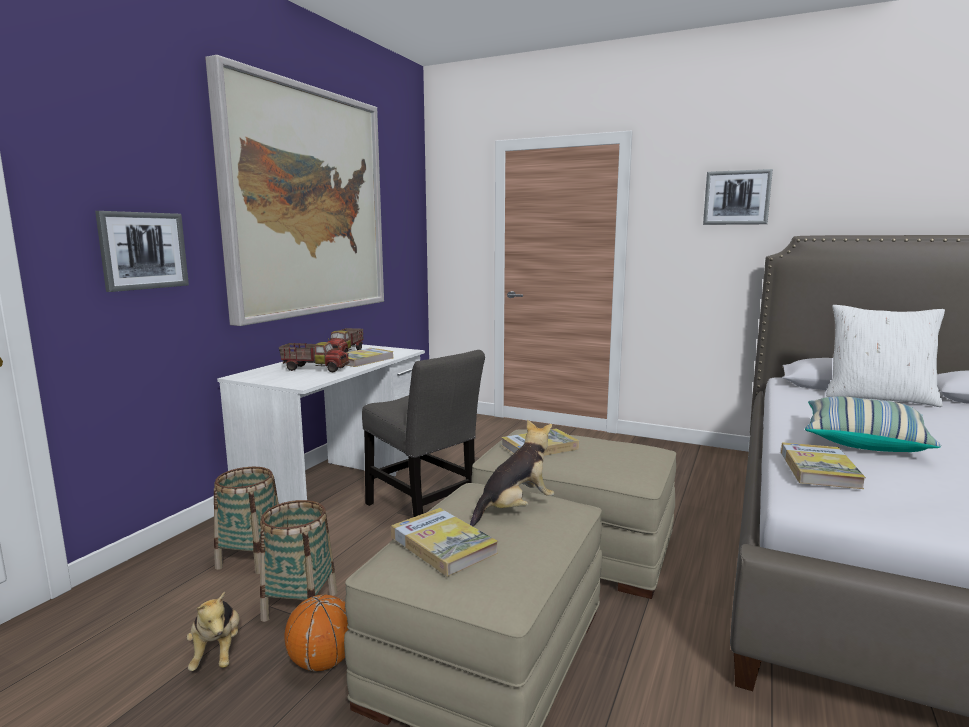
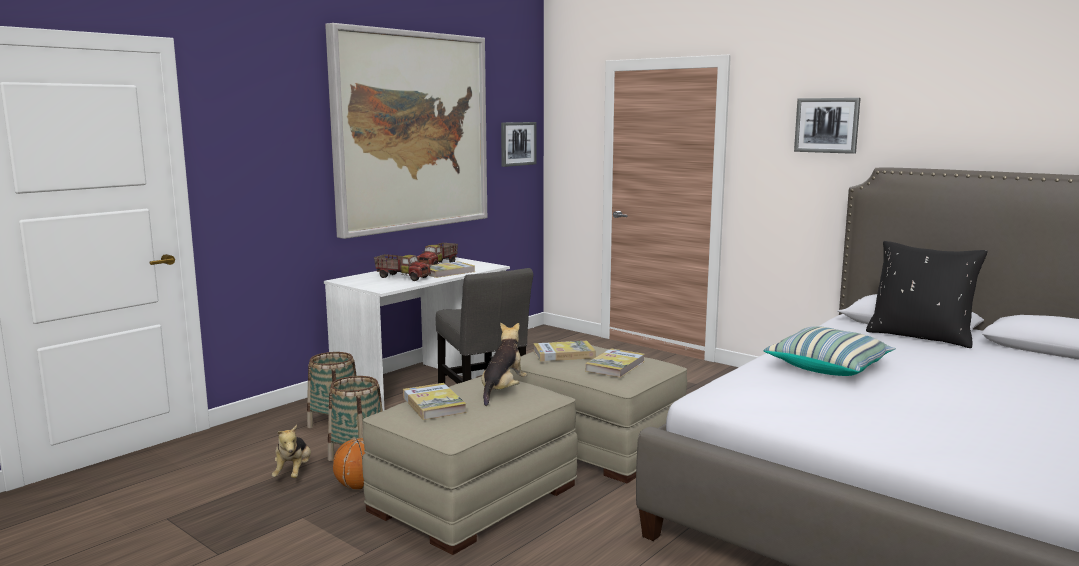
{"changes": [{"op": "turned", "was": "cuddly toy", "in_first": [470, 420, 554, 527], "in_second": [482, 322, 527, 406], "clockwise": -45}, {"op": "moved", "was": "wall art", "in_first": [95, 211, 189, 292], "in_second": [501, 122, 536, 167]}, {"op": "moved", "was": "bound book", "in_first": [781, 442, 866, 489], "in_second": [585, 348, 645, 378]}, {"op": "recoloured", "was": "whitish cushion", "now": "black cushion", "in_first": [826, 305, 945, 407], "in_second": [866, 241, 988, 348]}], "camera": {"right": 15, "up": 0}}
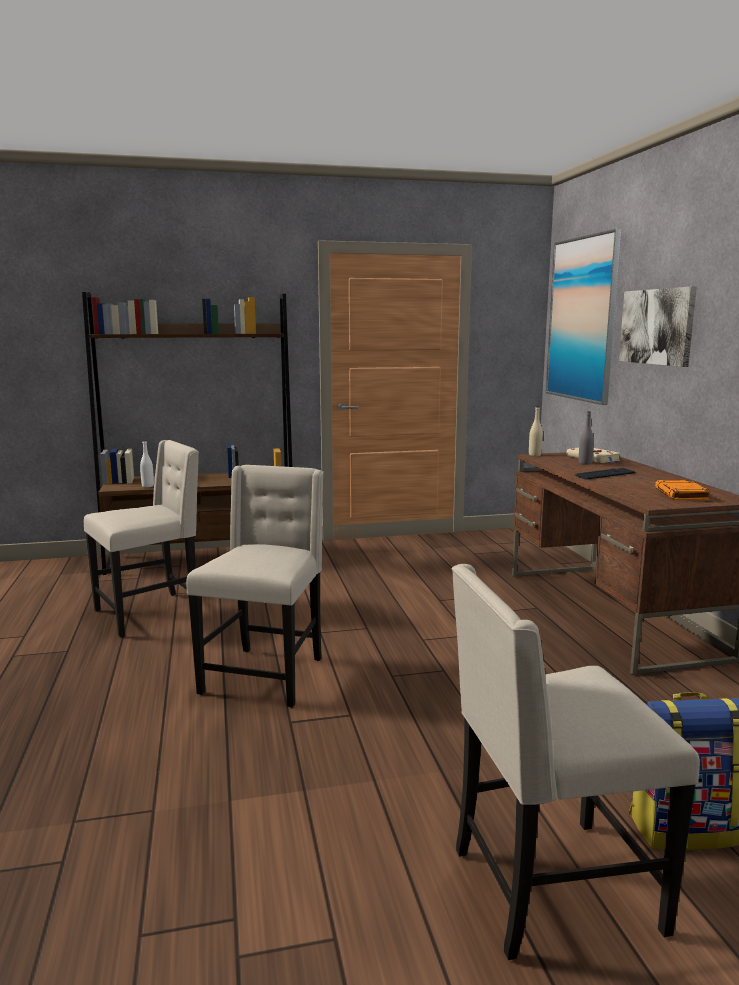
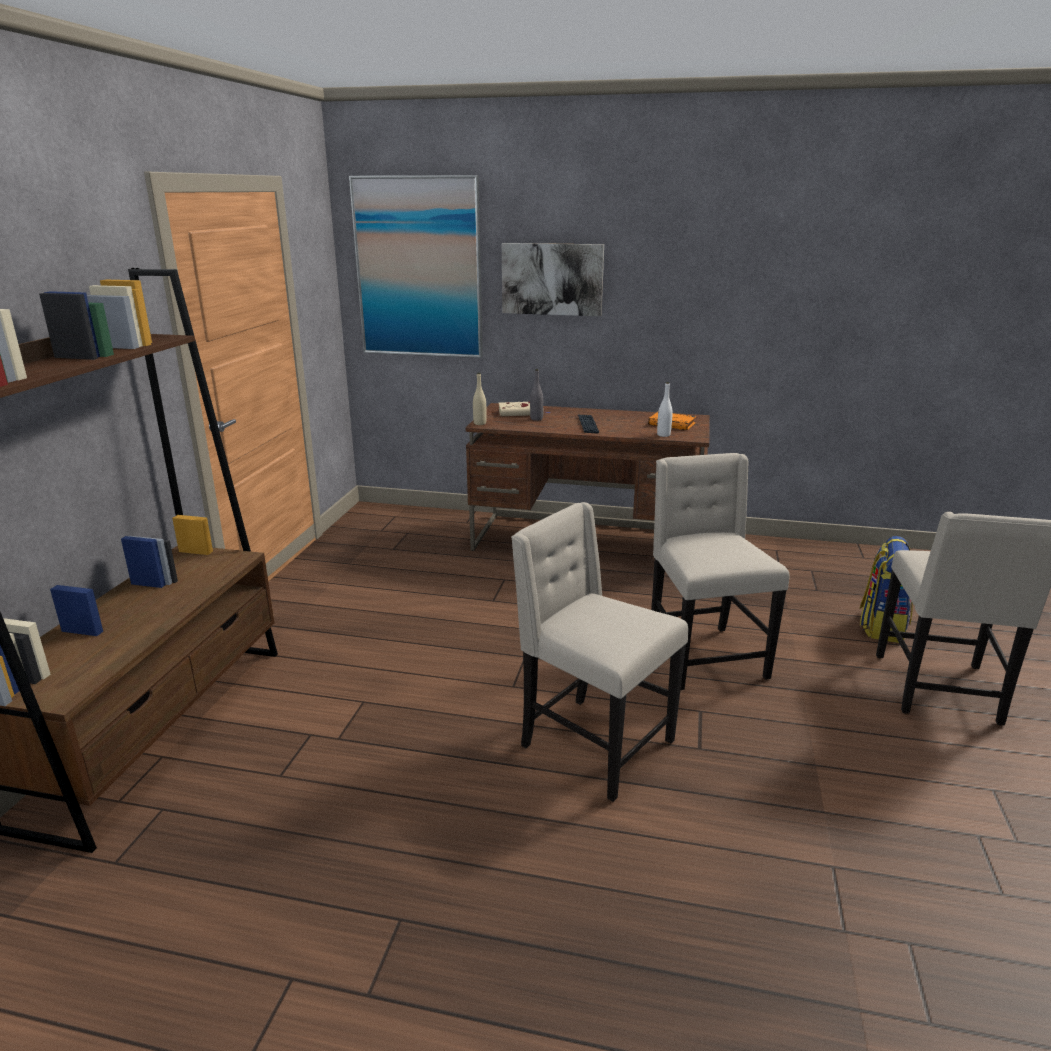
{"changes": [{"op": "moved", "was": "beige-coloured chair", "in_first": [84, 440, 199, 637], "in_second": [651, 453, 790, 690]}, {"op": "moved", "was": "whitish drink bottle", "in_first": [140, 440, 154, 487], "in_second": [657, 382, 673, 437]}], "camera": {"right": -65, "up": 10}}
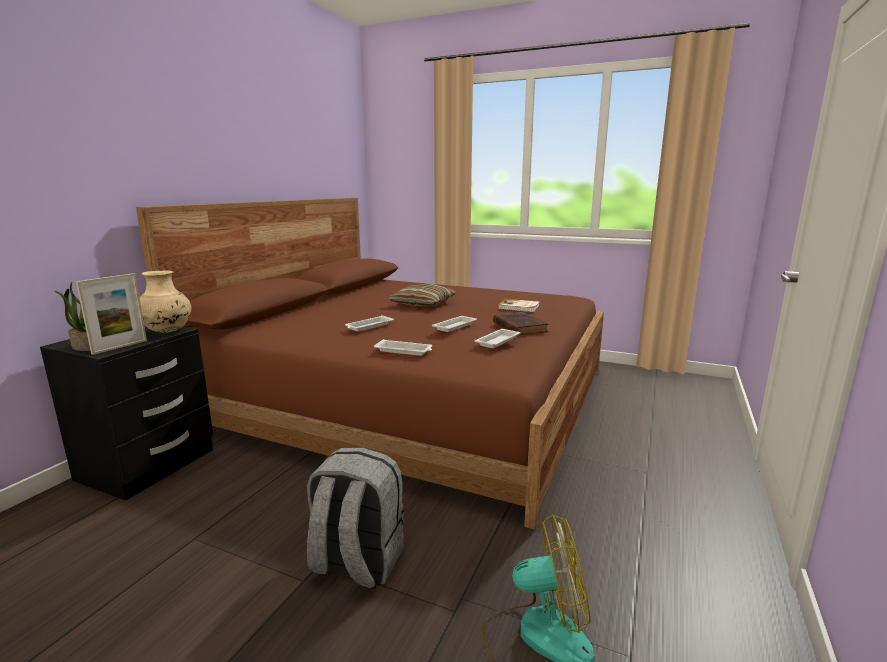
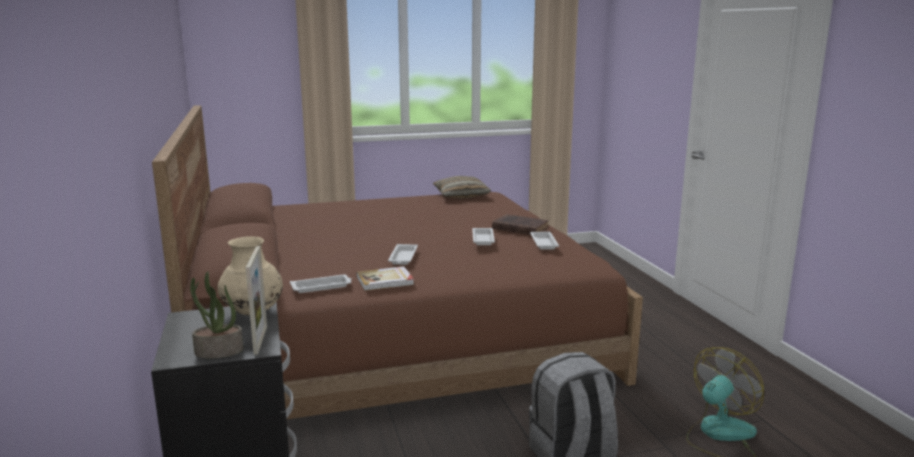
{"changes": [{"op": "moved", "was": "whitish tray", "in_first": [374, 339, 432, 356], "in_second": [290, 274, 352, 293]}, {"op": "moved", "was": "bound book", "in_first": [498, 299, 540, 312], "in_second": [356, 266, 414, 291]}, {"op": "moved", "was": "cushion", "in_first": [388, 284, 456, 307], "in_second": [432, 176, 491, 199]}], "camera": {"right": -40, "up": 0}}
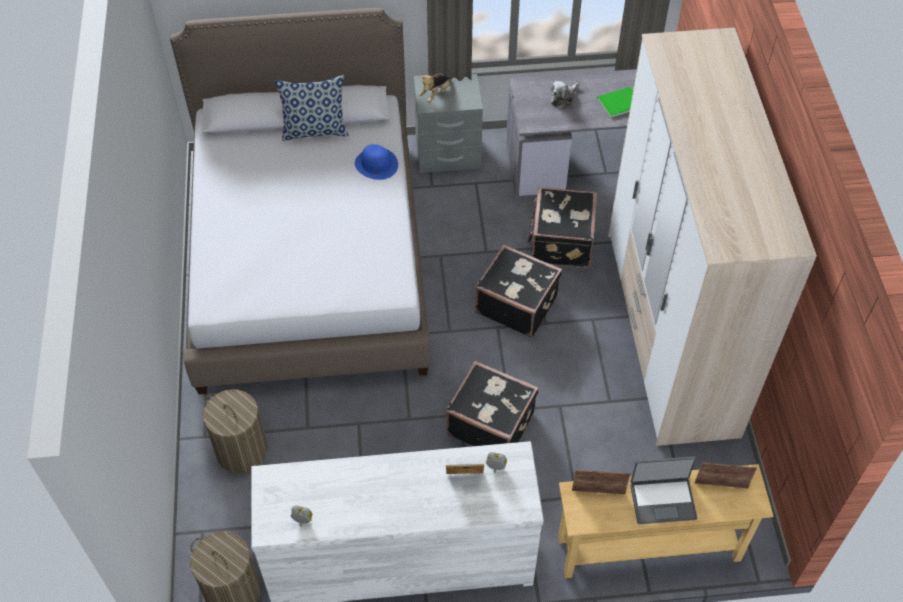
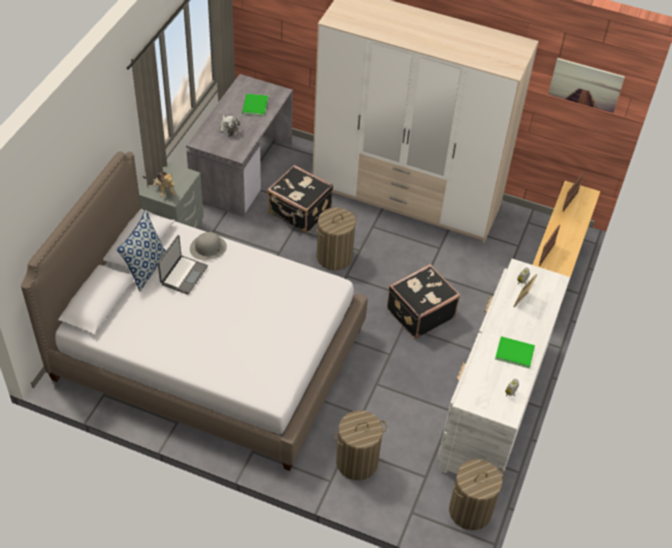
{"changes": [{"op": "moved", "was": "portable computer", "in_first": [630, 457, 697, 524], "in_second": [158, 235, 208, 295]}, {"op": "recoloured", "was": "blue wearable hat", "now": "gray wearable hat", "in_first": [355, 144, 398, 180], "in_second": [190, 232, 227, 260]}, {"op": "replaced", "was": "black travel case", "now": "laundry basket", "in_first": [475, 244, 562, 337], "in_second": [316, 207, 358, 270]}, {"op": "added", "now": "greenish bound book", "in_second": [495, 336, 535, 369]}, {"op": "added", "now": "wall art", "in_second": [548, 58, 625, 113]}], "camera": {"right": -65, "up": -5}}
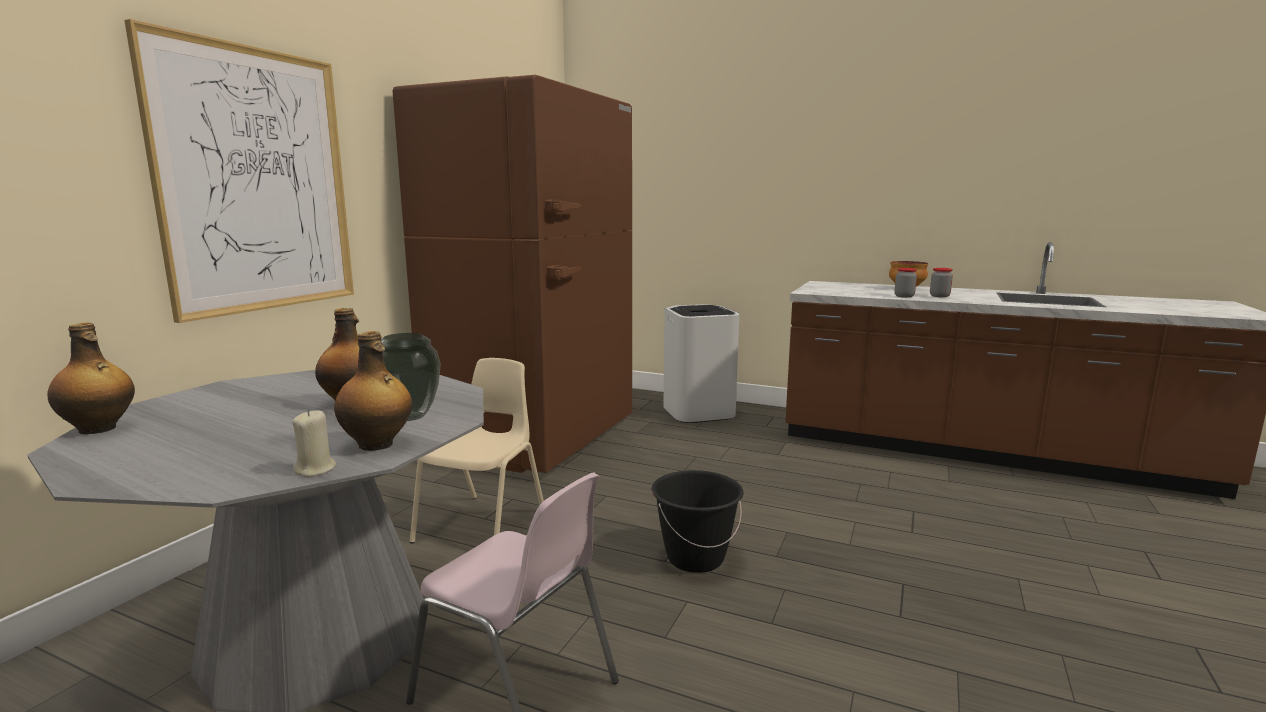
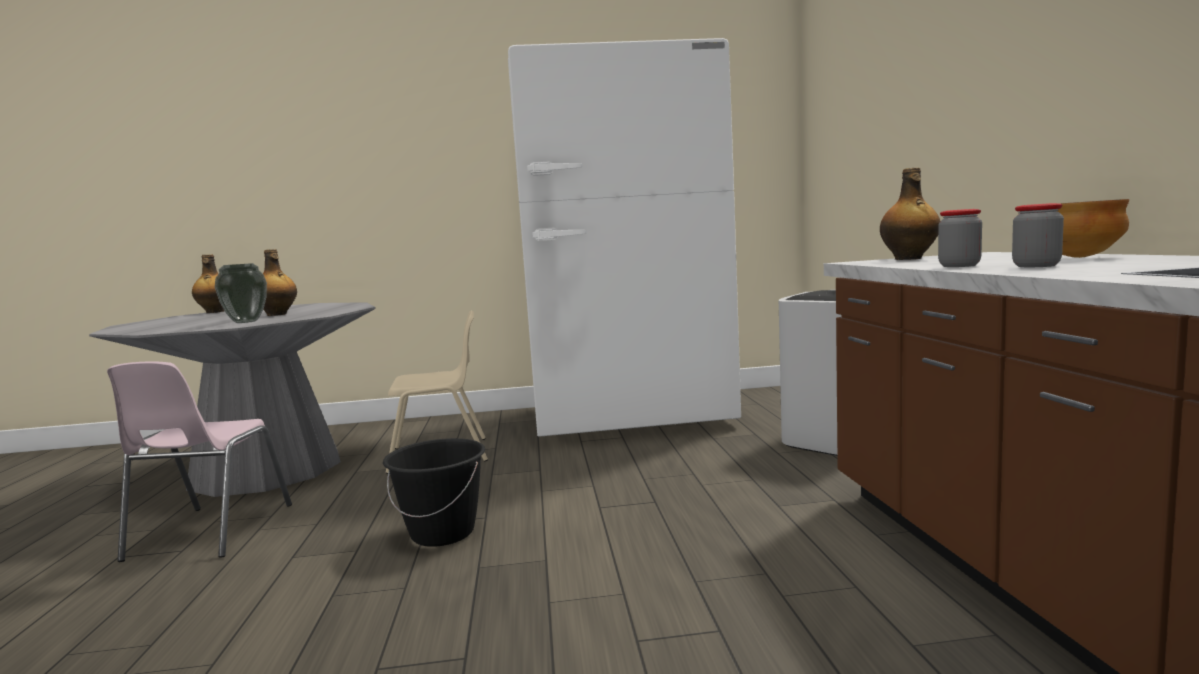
{"changes": [{"op": "recoloured", "was": "brown refrigerator", "now": "whitish refrigerator", "in_first": [393, 75, 632, 473], "in_second": [508, 38, 741, 437]}, {"op": "moved", "was": "drink bottle", "in_first": [334, 331, 412, 451], "in_second": [880, 168, 940, 260]}, {"op": "removed", "was": "wall art", "in_first": [124, 19, 354, 323]}, {"op": "removed", "was": "beige-coloured wax light", "in_first": [292, 410, 336, 477]}], "camera": {"right": 60, "up": -5}}
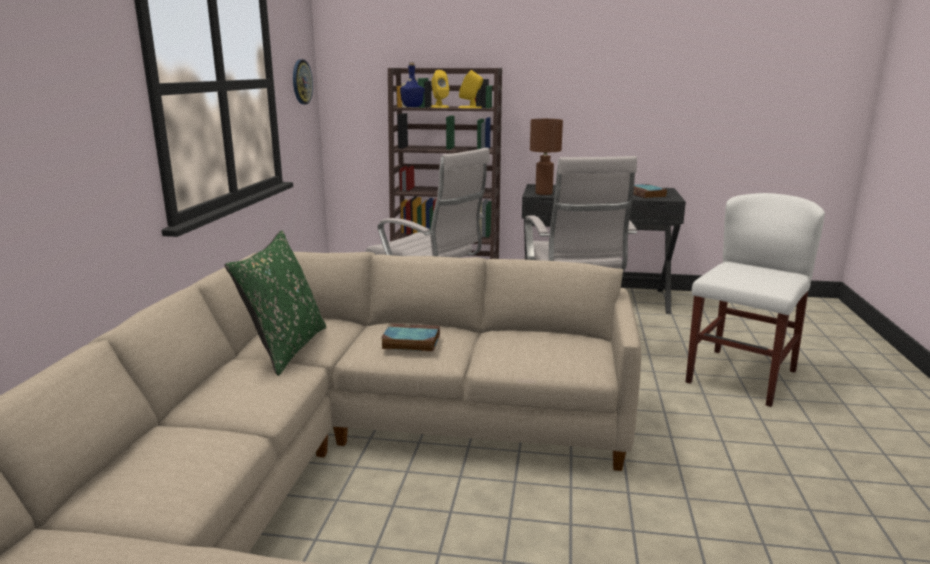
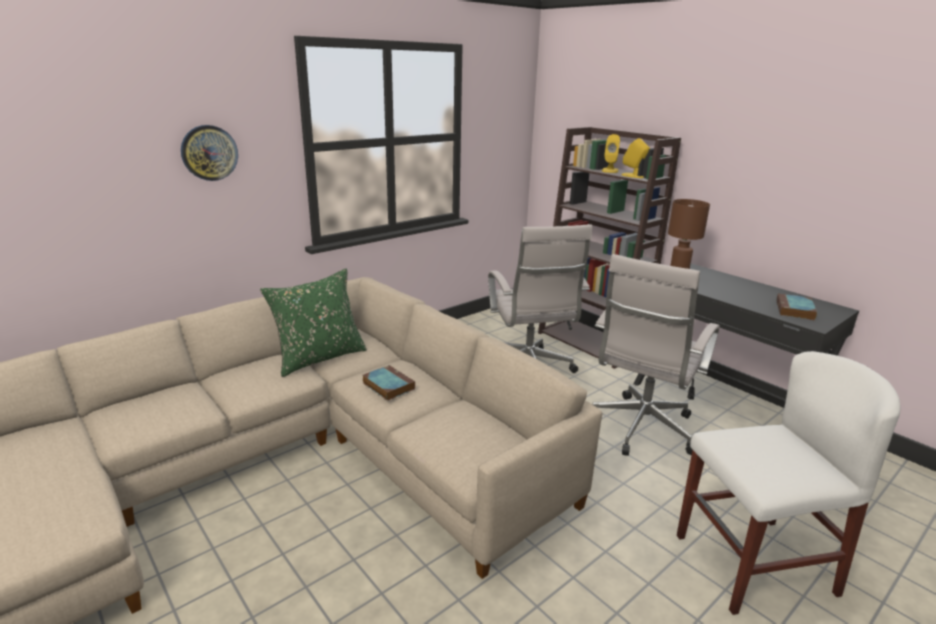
{"changes": [{"op": "moved", "was": "clock on the wall", "in_first": [293, 59, 313, 104], "in_second": [181, 125, 238, 181]}, {"op": "removed", "was": "blue drink bottle", "in_first": [400, 62, 425, 107]}], "camera": {"right": 40, "up": 5}}
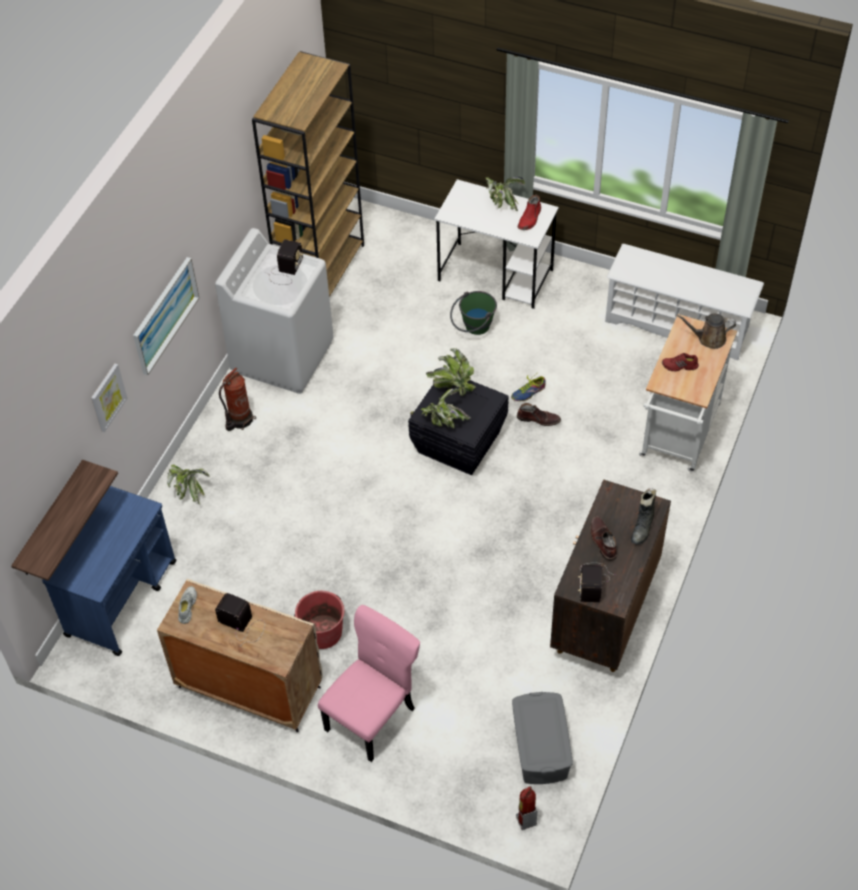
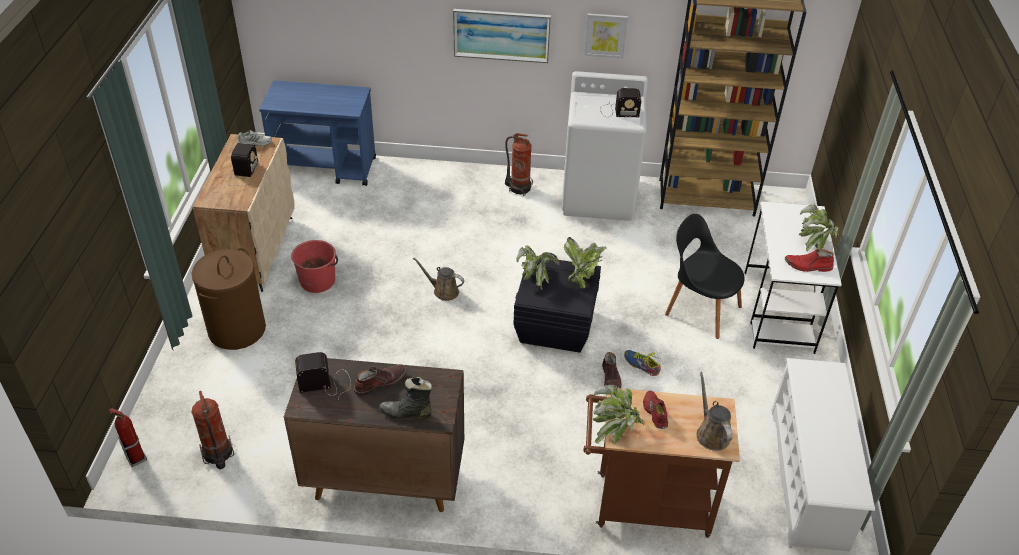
{"changes": [{"op": "replaced", "was": "gray storage bin", "now": "extinguisher", "in_first": [512, 692, 573, 784], "in_second": [191, 391, 234, 469]}, {"op": "replaced", "was": "pinkish chair", "now": "brown laundry basket", "in_first": [318, 605, 420, 762], "in_second": [192, 248, 266, 350]}, {"op": "added", "now": "brown watering can", "in_second": [413, 257, 464, 301]}, {"op": "moved", "was": "wall art", "in_first": [91, 364, 127, 432], "in_second": [584, 13, 628, 58]}, {"op": "recoloured", "was": "whitish cart", "now": "brown cart", "in_first": [639, 314, 737, 472], "in_second": [584, 389, 740, 538]}, {"op": "moved", "was": "plant in a pot", "in_first": [167, 464, 209, 505], "in_second": [593, 385, 645, 444]}, {"op": "replaced", "was": "greenish bucket", "now": "black chair", "in_first": [450, 291, 497, 335], "in_second": [665, 214, 745, 339]}, {"op": "removed", "was": "shelf", "in_first": [11, 460, 118, 581]}], "camera": {"right": 70, "up": -10}}
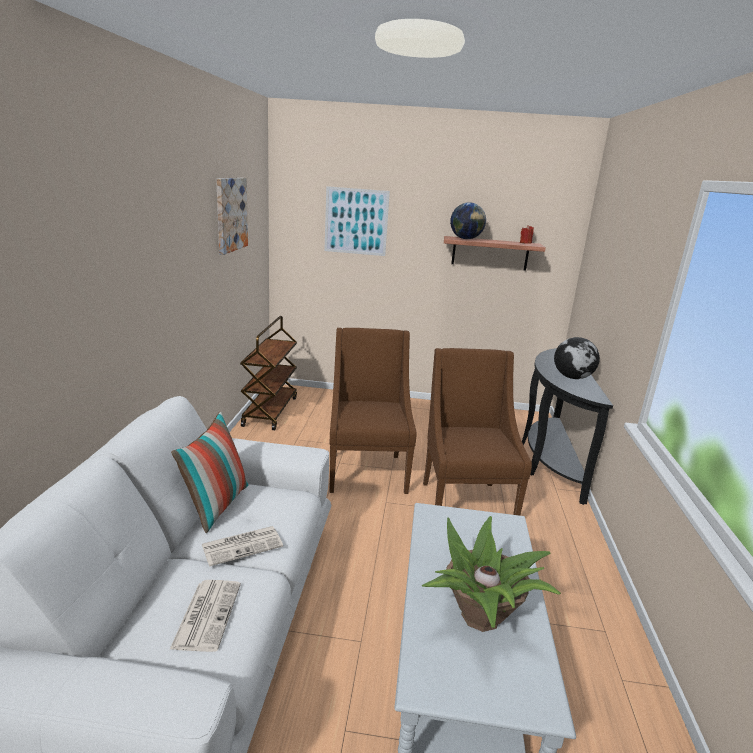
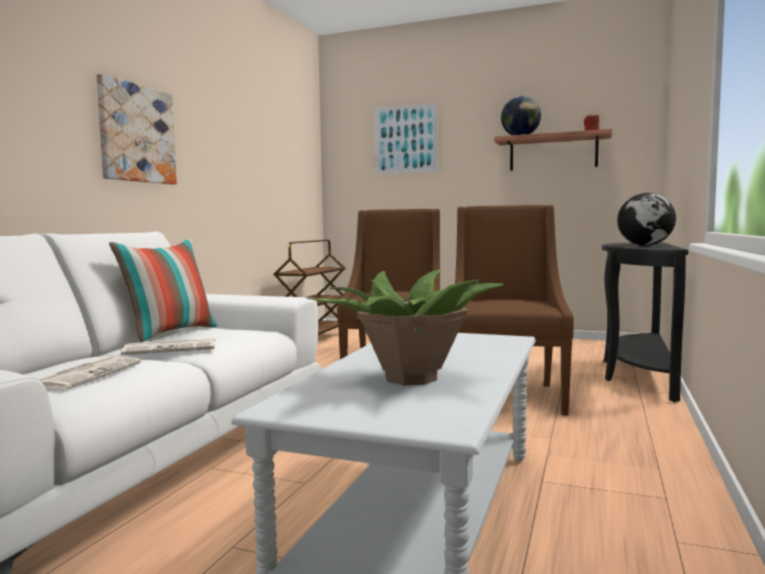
{"changes": [{"op": "moved", "was": "wall art", "in_first": [216, 178, 248, 255], "in_second": [96, 74, 177, 185]}], "camera": {"right": 15, "up": -15}}
